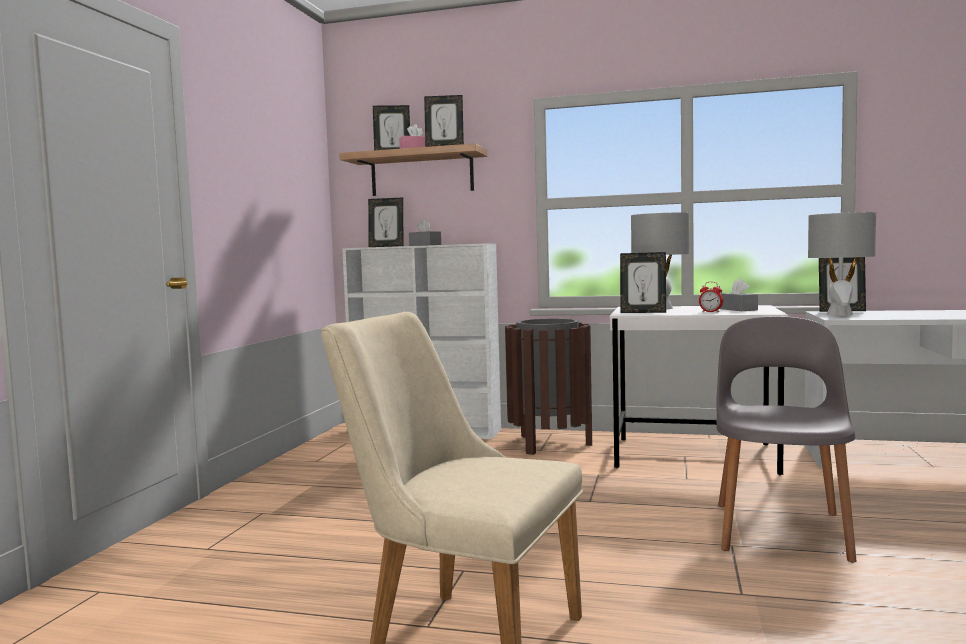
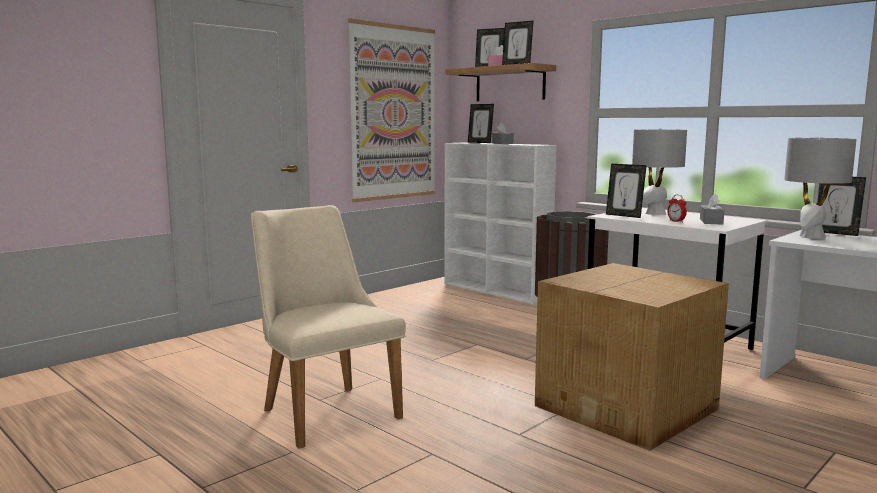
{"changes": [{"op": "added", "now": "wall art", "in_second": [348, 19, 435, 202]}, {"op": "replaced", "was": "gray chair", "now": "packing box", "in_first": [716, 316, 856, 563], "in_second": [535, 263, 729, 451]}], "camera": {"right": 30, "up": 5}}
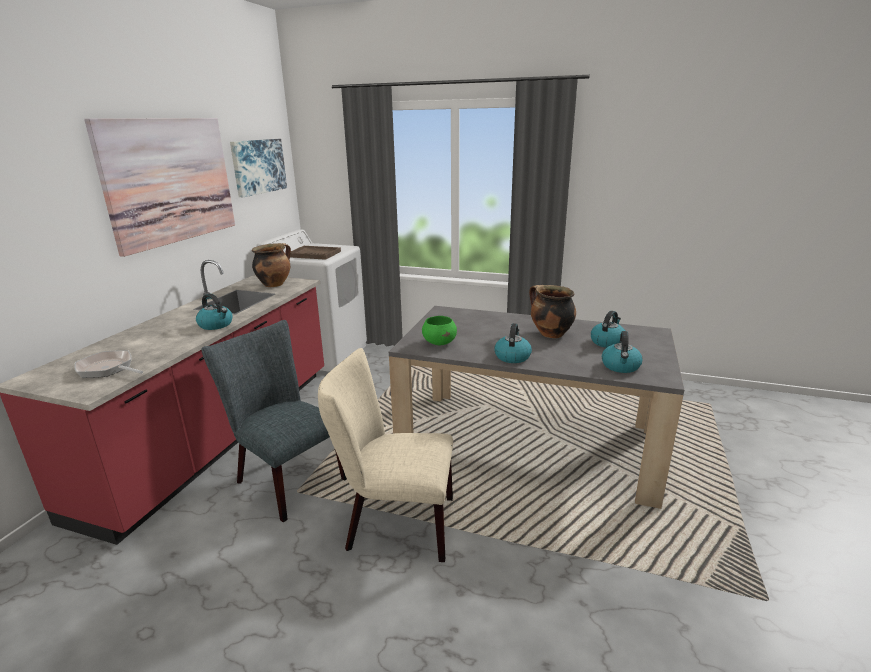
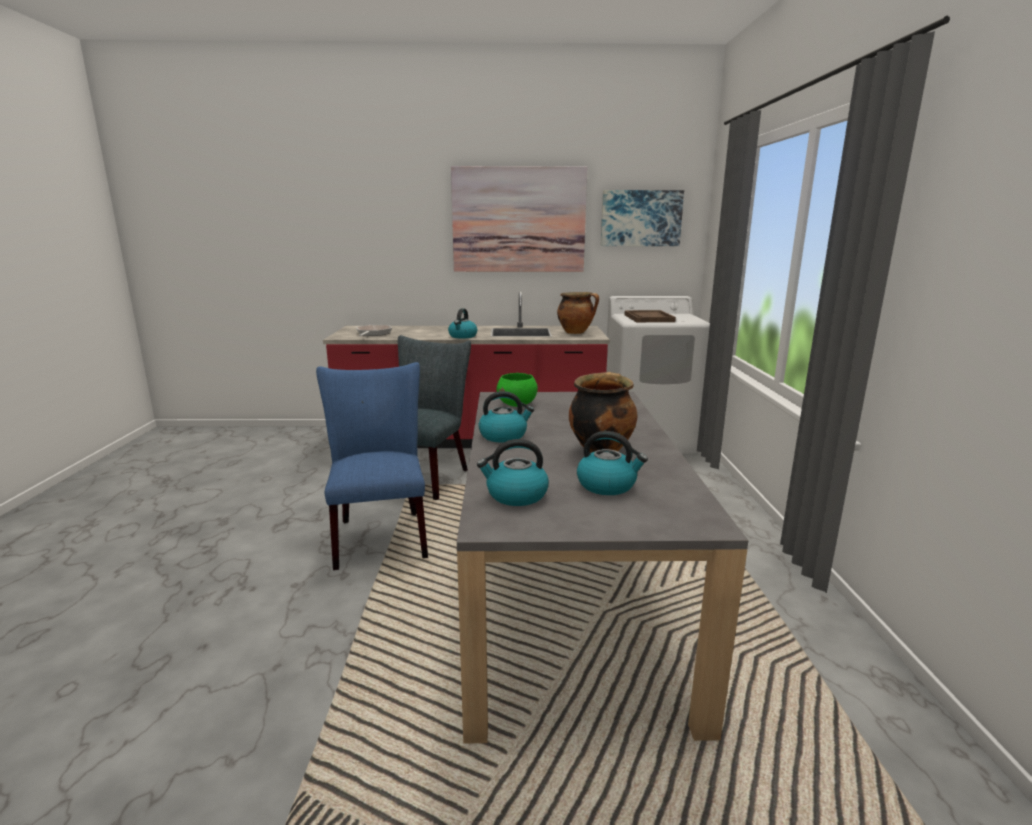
{"changes": [{"op": "recoloured", "was": "beige-coloured chair", "now": "blue chair", "in_first": [318, 348, 453, 562], "in_second": [316, 362, 428, 570]}], "camera": {"right": 70, "up": -5}}
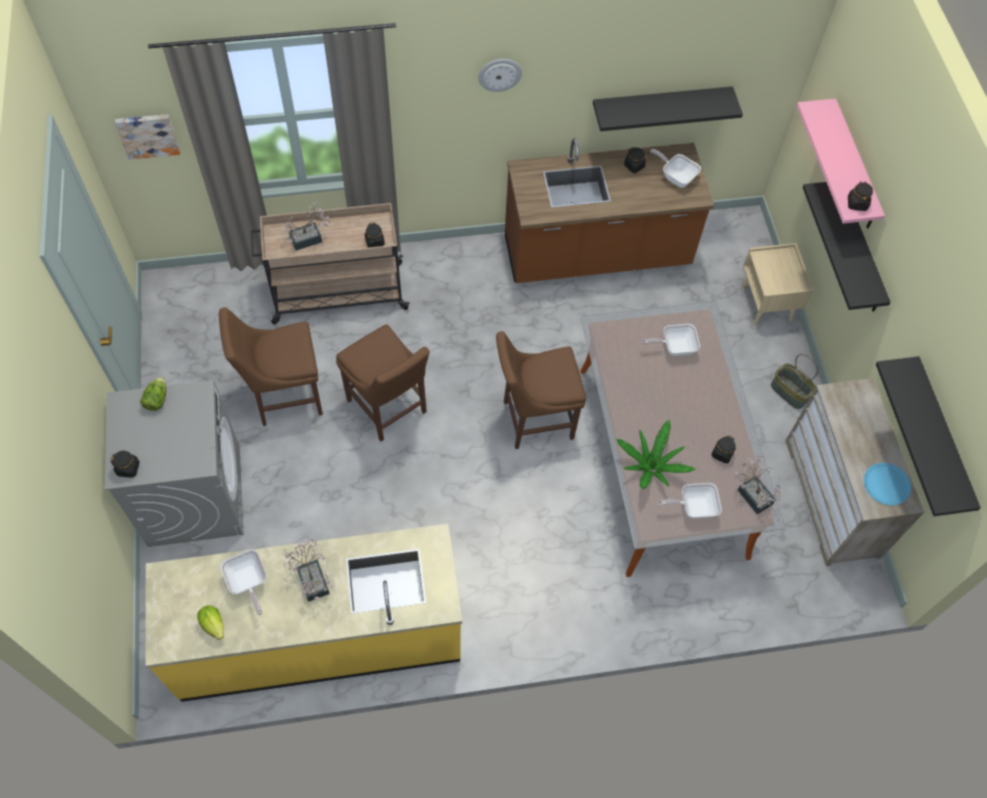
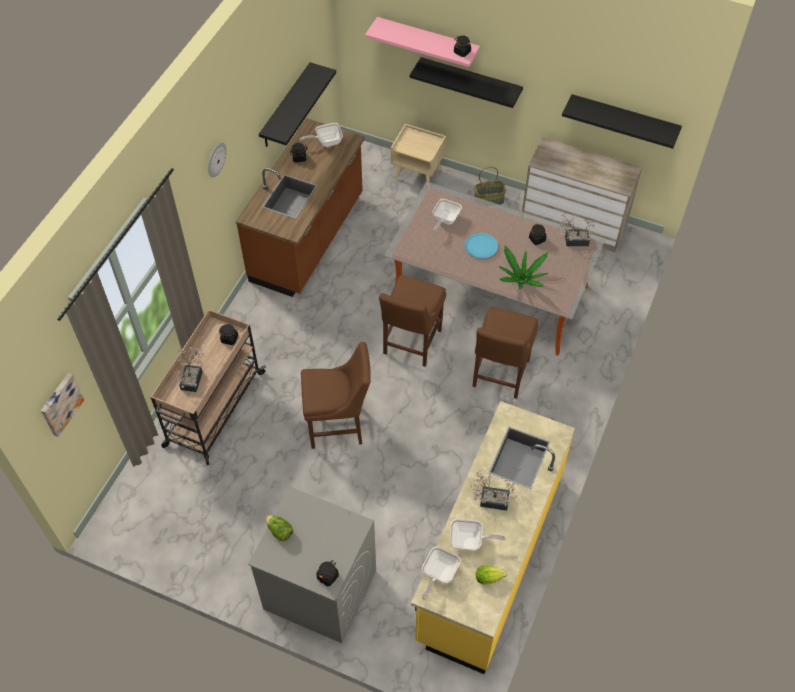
{"changes": [{"op": "moved", "was": "skillet", "in_first": [657, 483, 722, 518], "in_second": [422, 547, 461, 600]}, {"op": "moved", "was": "blue dinner plate", "in_first": [864, 463, 911, 505], "in_second": [465, 233, 498, 259]}, {"op": "moved", "was": "brown chair", "in_first": [219, 307, 323, 426], "in_second": [473, 307, 538, 399]}], "camera": {"right": -55, "up": -5}}
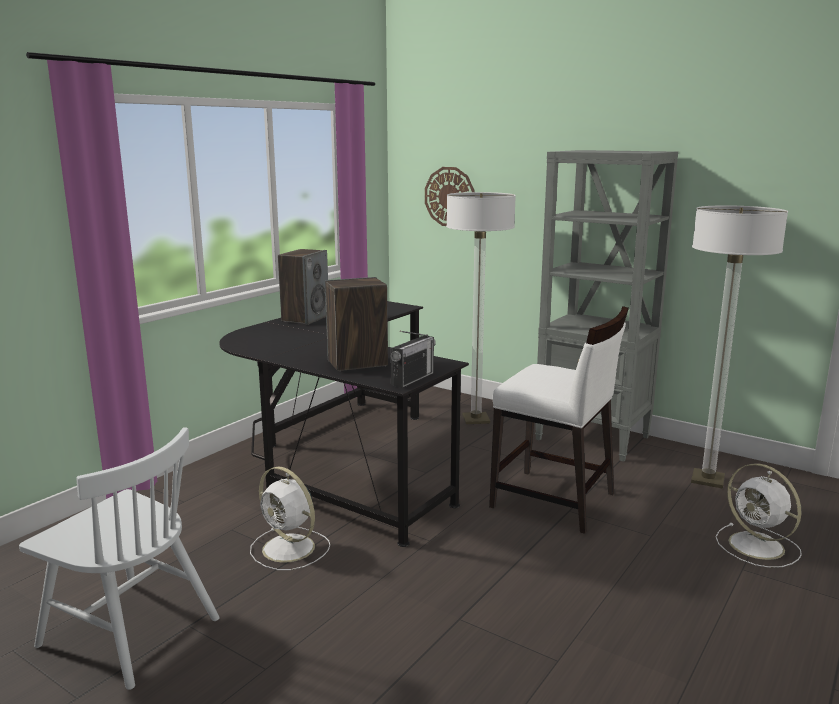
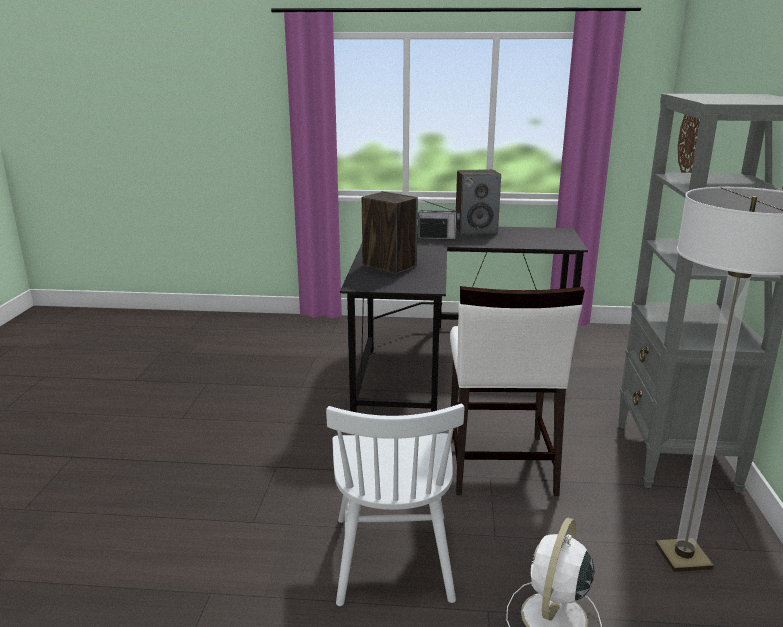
{"changes": [{"op": "moved", "was": "whitish chair", "in_first": [19, 427, 219, 690], "in_second": [326, 403, 465, 606]}, {"op": "moved", "was": "radio", "in_first": [390, 331, 436, 388], "in_second": [417, 200, 460, 240]}, {"op": "removed", "was": "whitish cooling fan", "in_first": [250, 466, 330, 570]}, {"op": "removed", "was": "standing lamp", "in_first": [446, 192, 516, 424]}], "camera": {"right": 60, "up": 5}}
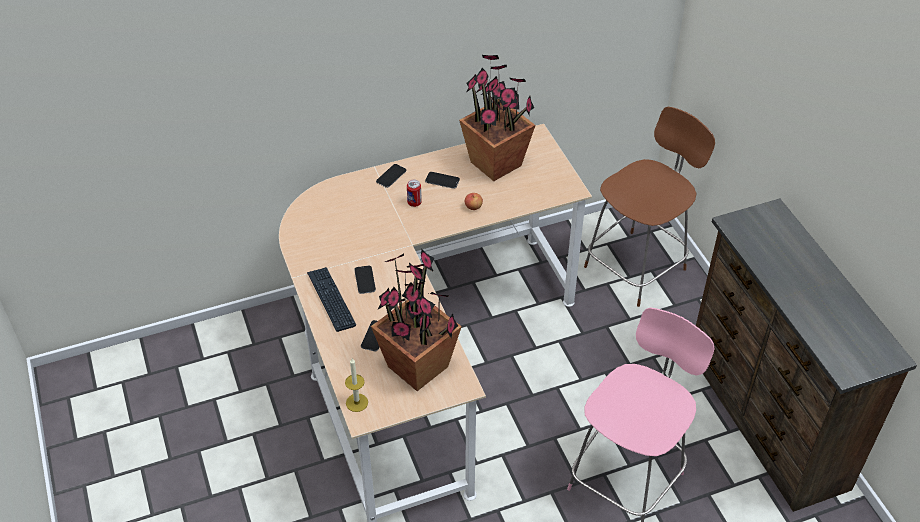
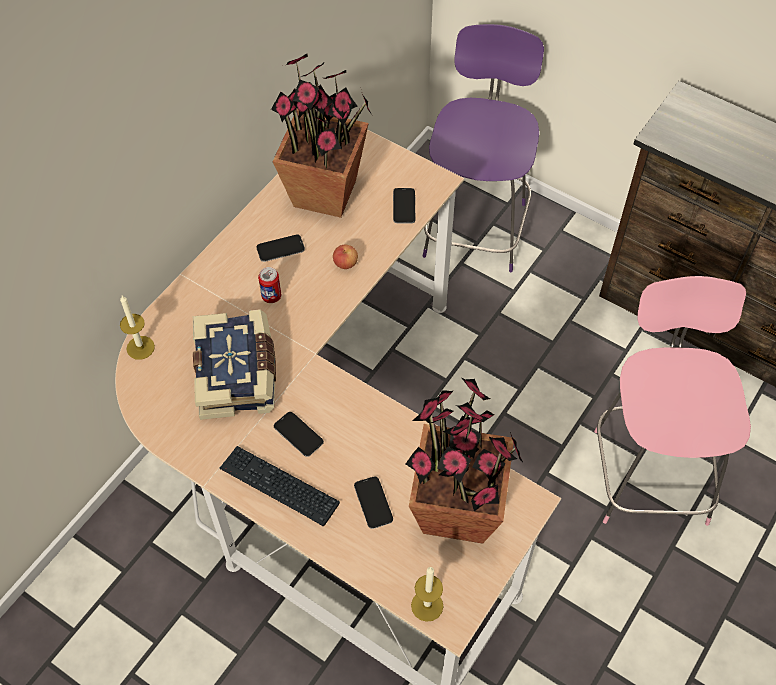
{"changes": [{"op": "added", "now": "wax light", "in_second": [120, 296, 155, 360]}, {"op": "added", "now": "bound book", "in_second": [193, 309, 276, 420]}, {"op": "moved", "was": "handset", "in_first": [376, 164, 406, 188], "in_second": [393, 188, 415, 223]}, {"op": "recoloured", "was": "brown chair", "now": "purple-coloured chair", "in_first": [584, 107, 715, 307], "in_second": [423, 24, 544, 272]}], "camera": {"right": -35, "up": 10}}
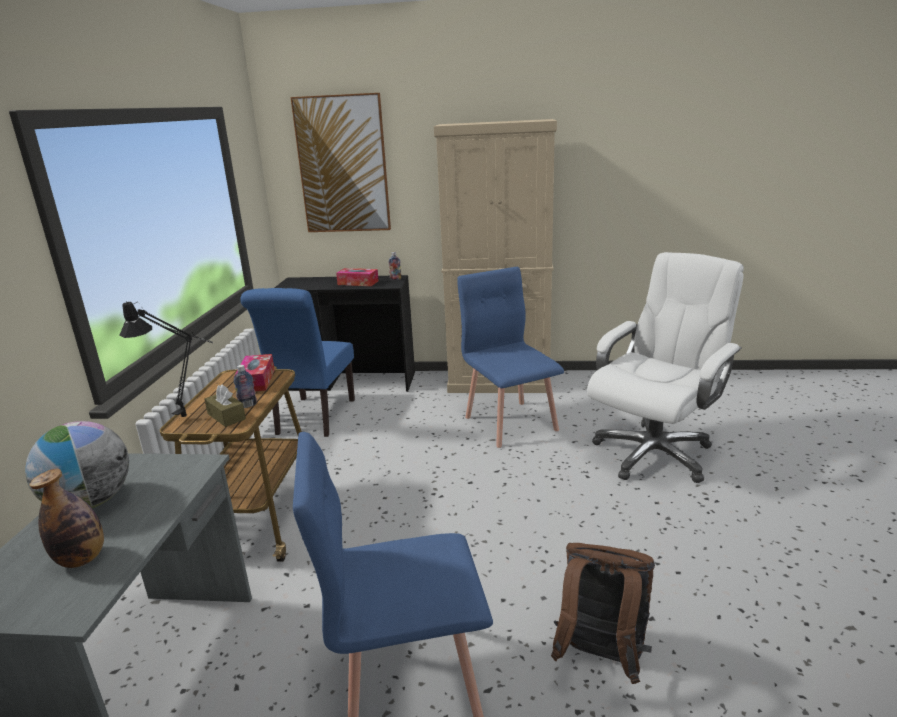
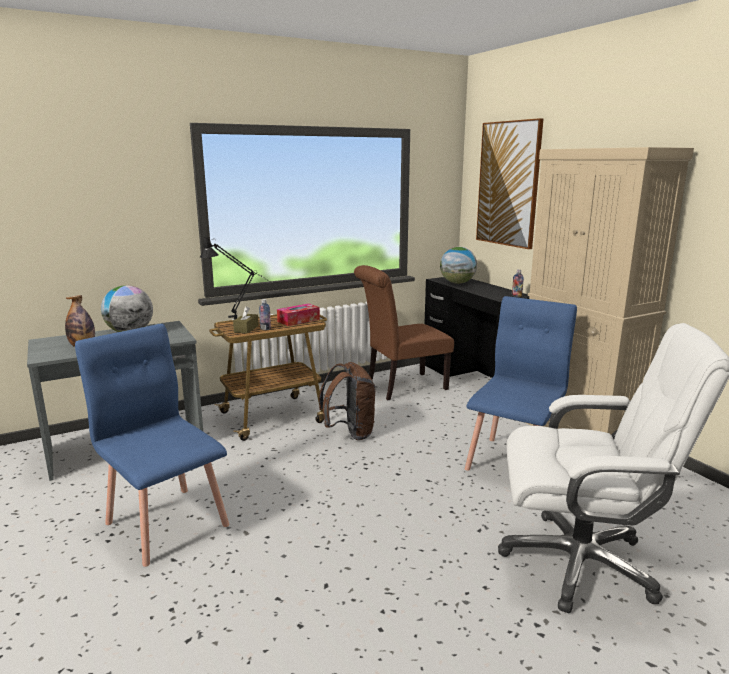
{"changes": [{"op": "moved", "was": "brown knapsack", "in_first": [551, 543, 655, 684], "in_second": [319, 362, 375, 440]}, {"op": "recoloured", "was": "blue chair", "now": "brown chair", "in_first": [240, 288, 355, 437], "in_second": [354, 265, 454, 400]}, {"op": "added", "now": "globe", "in_second": [440, 247, 477, 284]}, {"op": "removed", "was": "tissue box", "in_first": [336, 268, 379, 286]}], "camera": {"right": 55, "up": -5}}
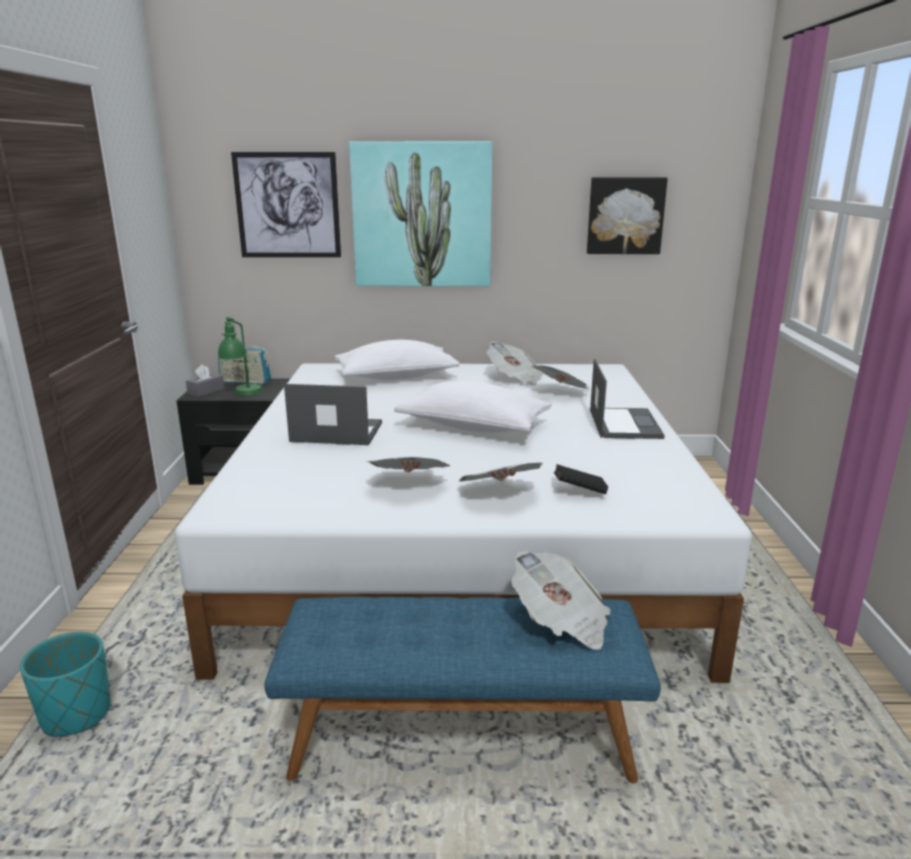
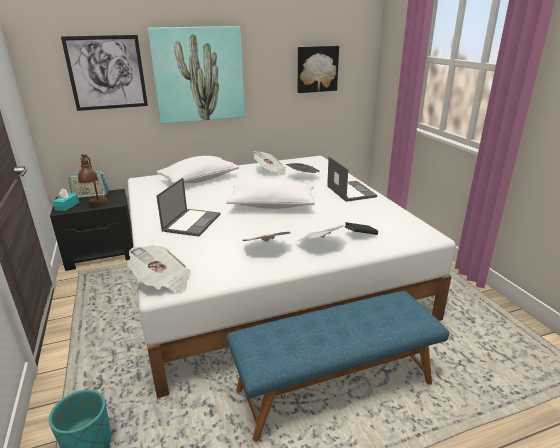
{"changes": [{"op": "recoloured", "was": "gray tissue box", "now": "turquoise-coloured tissue box", "in_first": [186, 364, 225, 397], "in_second": [53, 188, 79, 211]}, {"op": "recoloured", "was": "greenish table lamp", "now": "brown table lamp", "in_first": [218, 317, 263, 395], "in_second": [78, 154, 108, 206]}, {"op": "moved", "was": "newspaper", "in_first": [511, 551, 610, 650], "in_second": [127, 246, 191, 293]}, {"op": "turned", "was": "portable computer", "in_first": [284, 384, 382, 445], "in_second": [156, 178, 221, 237], "clockwise": 120}], "camera": {"right": -20, "up": 5}}
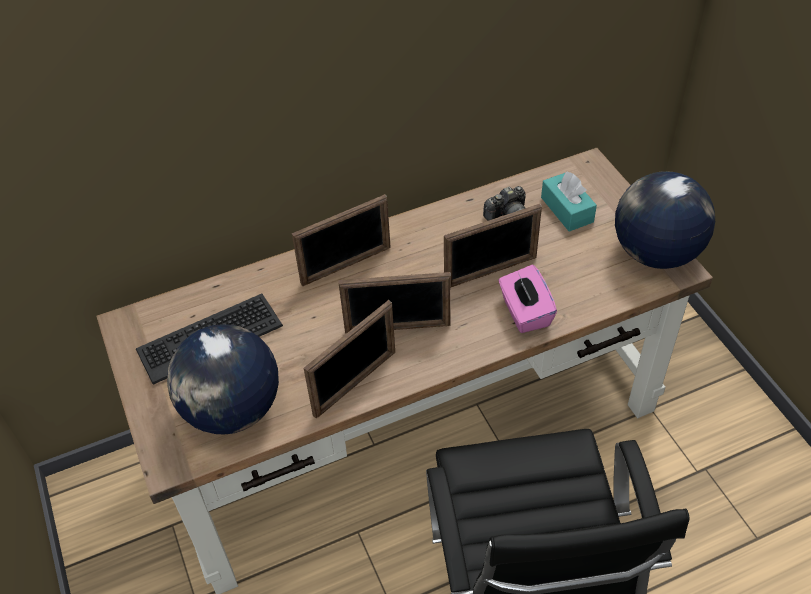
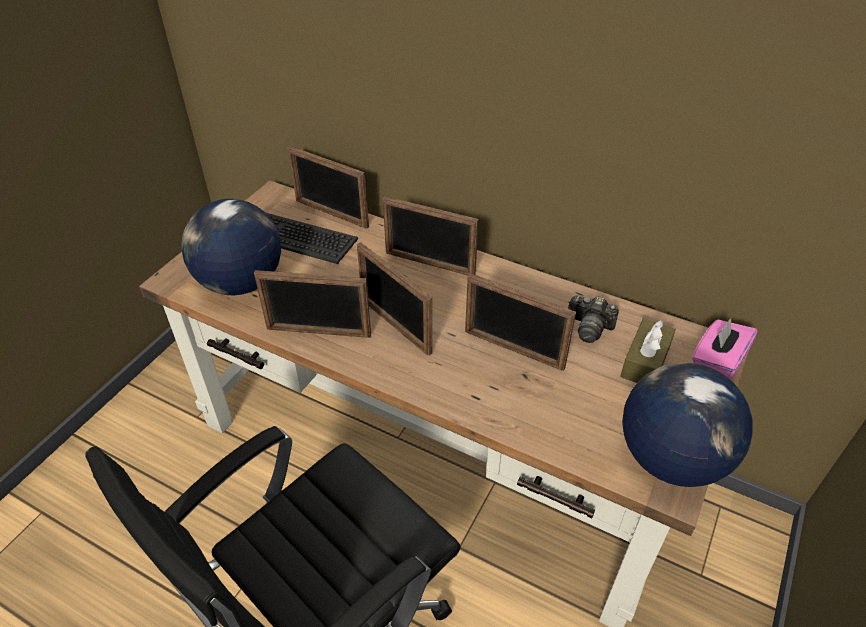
{"changes": [{"op": "added", "now": "picture frame", "in_second": [287, 146, 369, 229]}, {"op": "recoloured", "was": "turquoise-coloured tissue box", "now": "brown tissue box", "in_first": [541, 171, 597, 232], "in_second": [620, 318, 676, 383]}, {"op": "moved", "was": "pinkish tissue box", "in_first": [498, 265, 557, 333], "in_second": [692, 318, 758, 380]}], "camera": {"right": 50, "up": -5}}
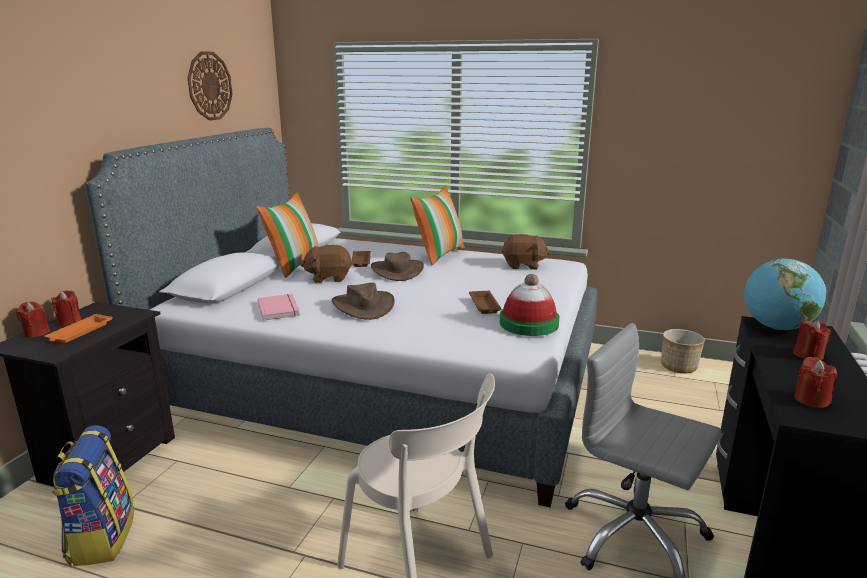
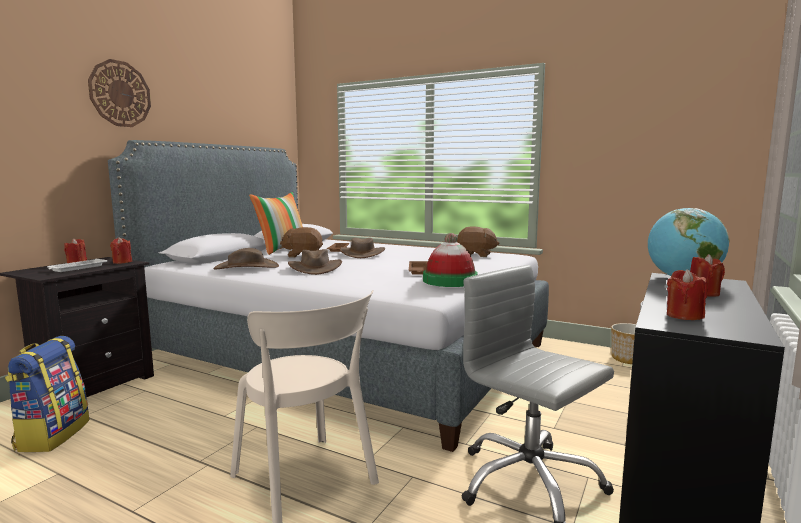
{"changes": [{"op": "recoloured", "was": "orangey tray", "now": "whitish tray", "in_first": [45, 314, 113, 343], "in_second": [47, 259, 107, 272]}, {"op": "moved", "was": "clock on the wall", "in_first": [188, 51, 232, 121], "in_second": [88, 59, 151, 127]}, {"op": "moved", "was": "reddish wax light", "in_first": [16, 301, 50, 338], "in_second": [110, 237, 132, 264]}, {"op": "replaced", "was": "pinkish bound book", "now": "brown wearable hat", "in_first": [257, 294, 300, 320], "in_second": [213, 248, 279, 269]}, {"op": "removed", "was": "cushion", "in_first": [410, 185, 465, 265]}], "camera": {"right": 10, "up": -10}}
